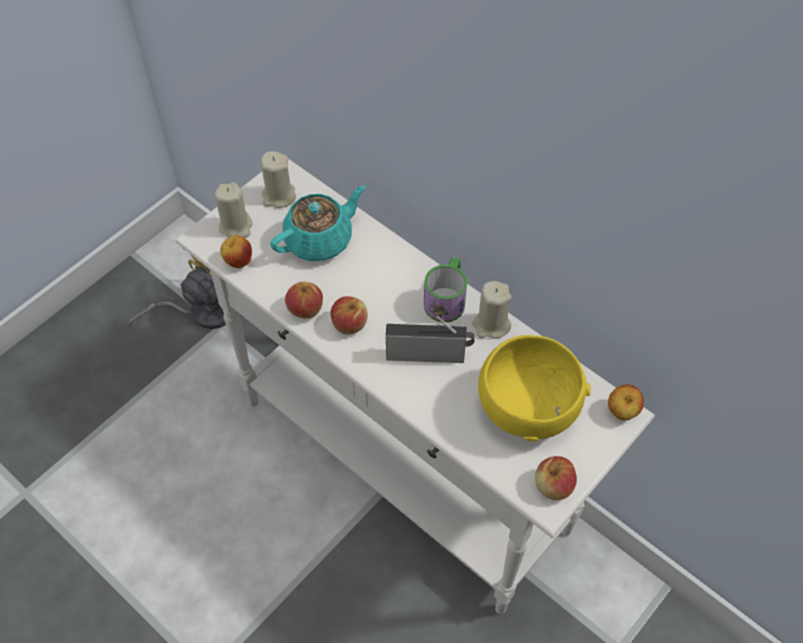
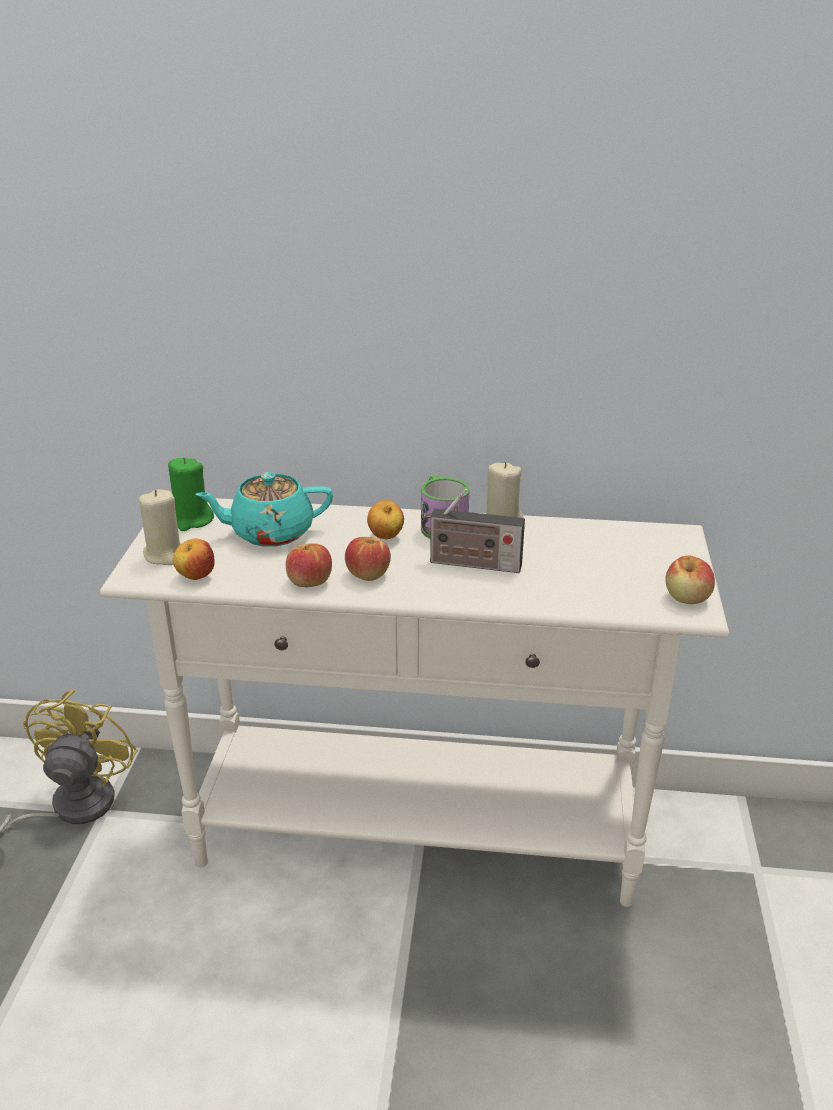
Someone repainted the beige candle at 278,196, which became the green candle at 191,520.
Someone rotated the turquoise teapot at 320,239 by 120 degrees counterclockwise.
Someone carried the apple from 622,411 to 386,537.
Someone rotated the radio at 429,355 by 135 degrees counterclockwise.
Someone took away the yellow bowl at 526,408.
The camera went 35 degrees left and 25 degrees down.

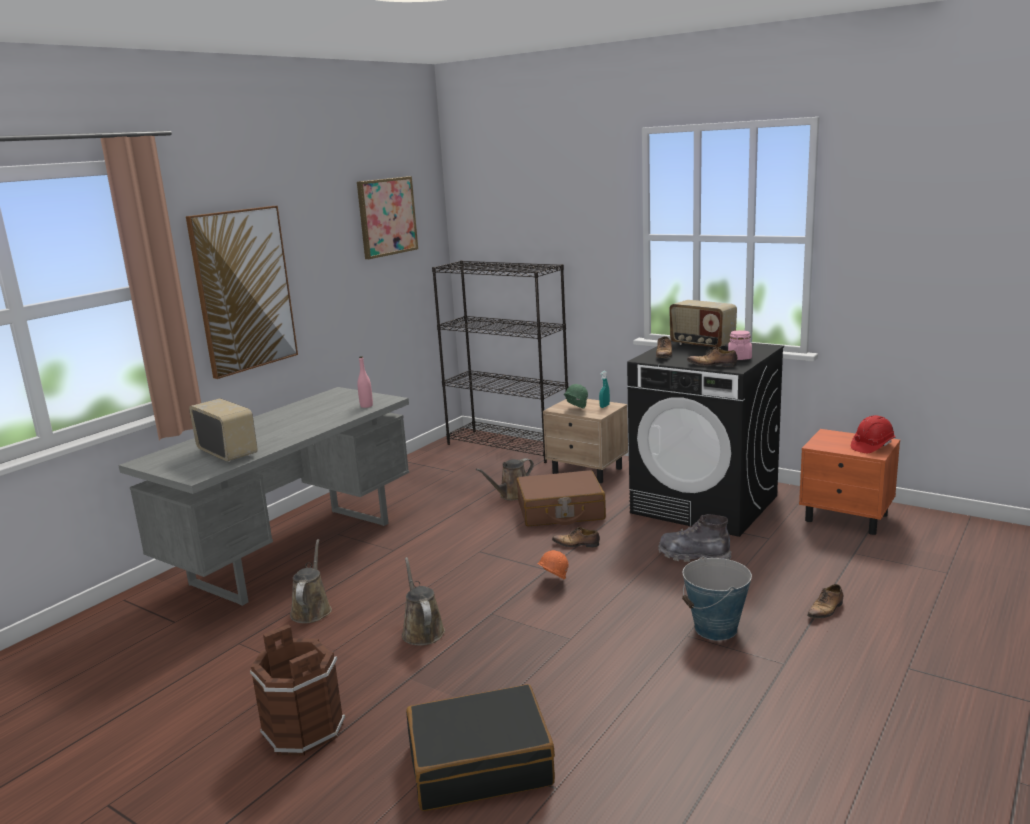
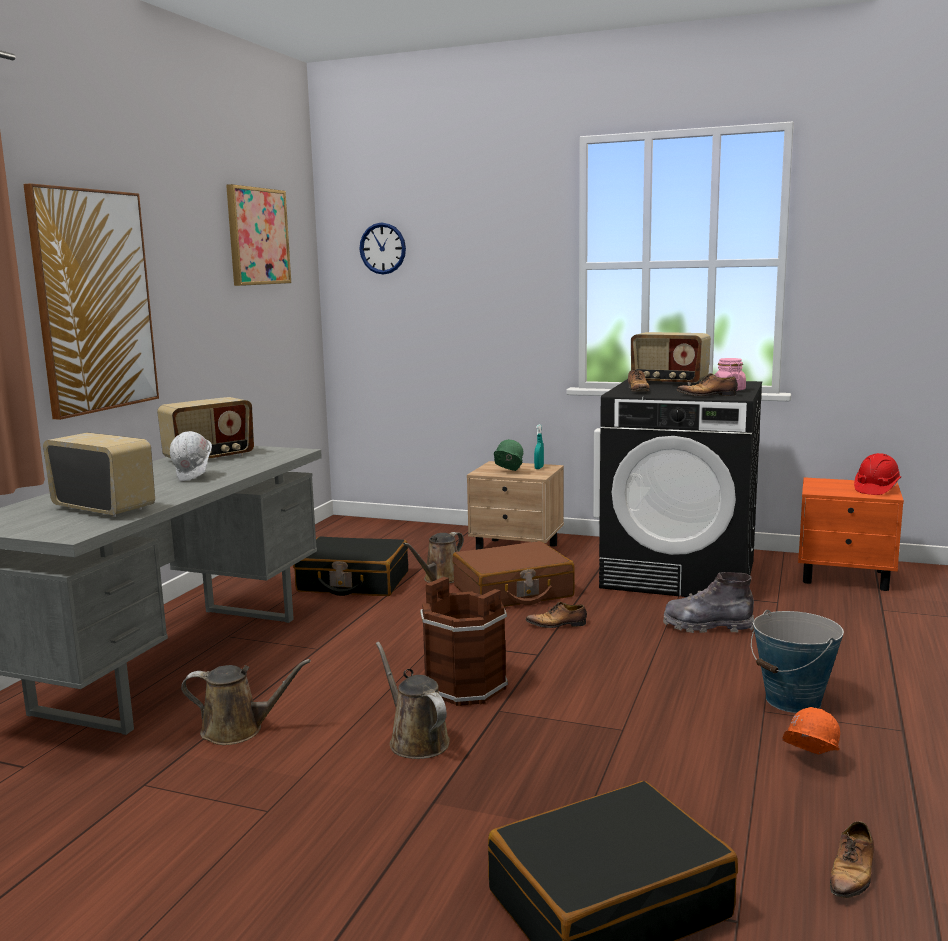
Someone put down the radio at 210,458.
Someone put down the white hard hat at 194,477.
Someone rotated the brown watering can at 312,610 by 105 degrees clockwise.
Someone put down the black suitcase at 353,582.
Someone put up the wall clock at 382,248.
Someone carried the brown bucket from 304,729 to 465,686.
Someone carried the orange hard hat from 552,583 to 808,763.
Someone carried the shoe from 826,610 to 852,874.
Someone took away the pink bottle at 366,406.
Someone took away the black bookcase at 508,446.
The camera went 15 degrees left and 5 degrees down.

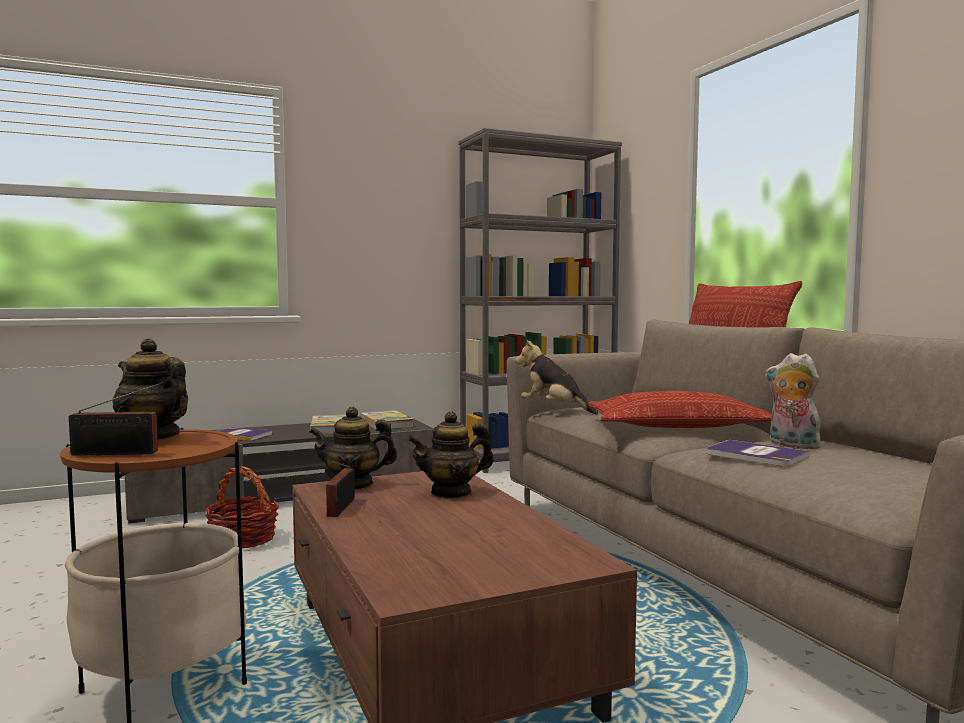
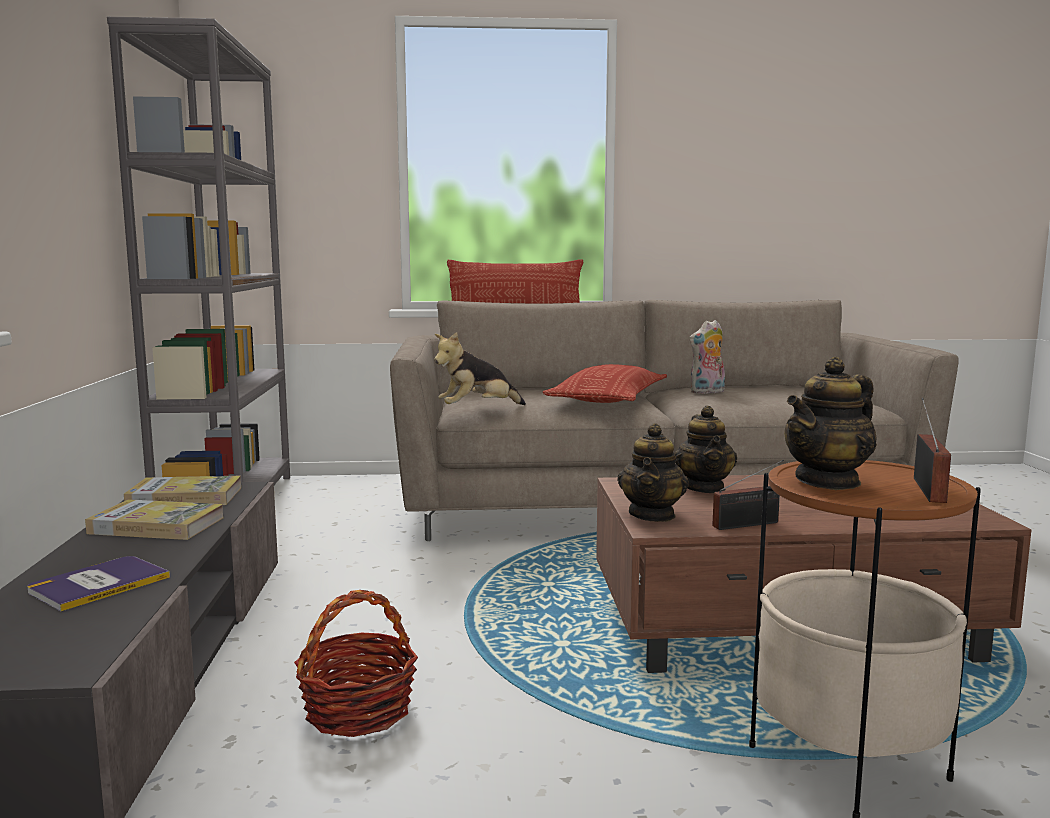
Someone rotated the radio at 339,508 by 45 degrees counterclockwise.
Someone took away the book at 755,455.
The camera went 70 degrees left and 5 degrees up.

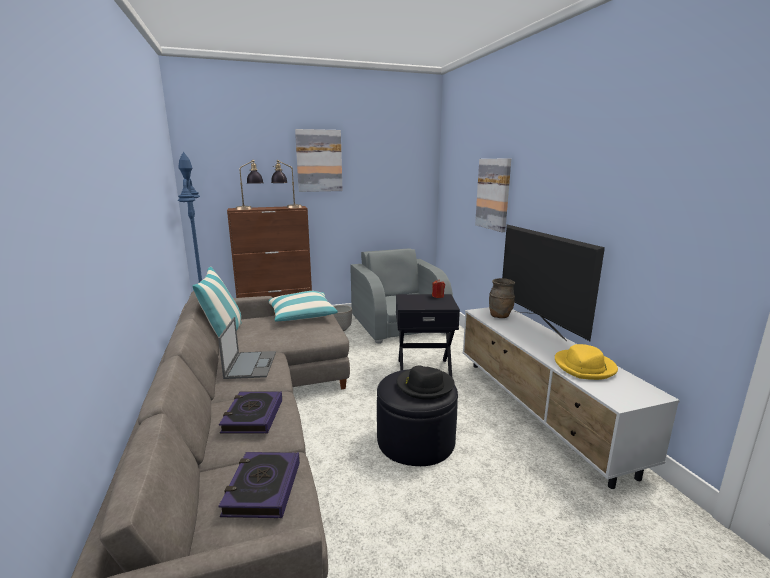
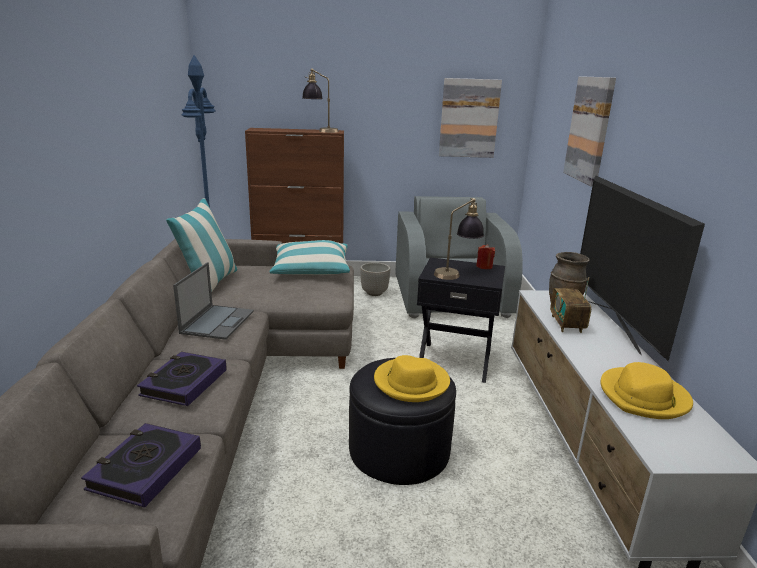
Someone repainted the black hat at 424,385, which became the yellow hat at 411,382.
Someone carried the table lamp from 250,208 to 456,273.
Someone carried the picture from 319,161 to 469,118.
Someone put down the radio at 567,324.
The camera went 15 degrees right and 5 degrees up.

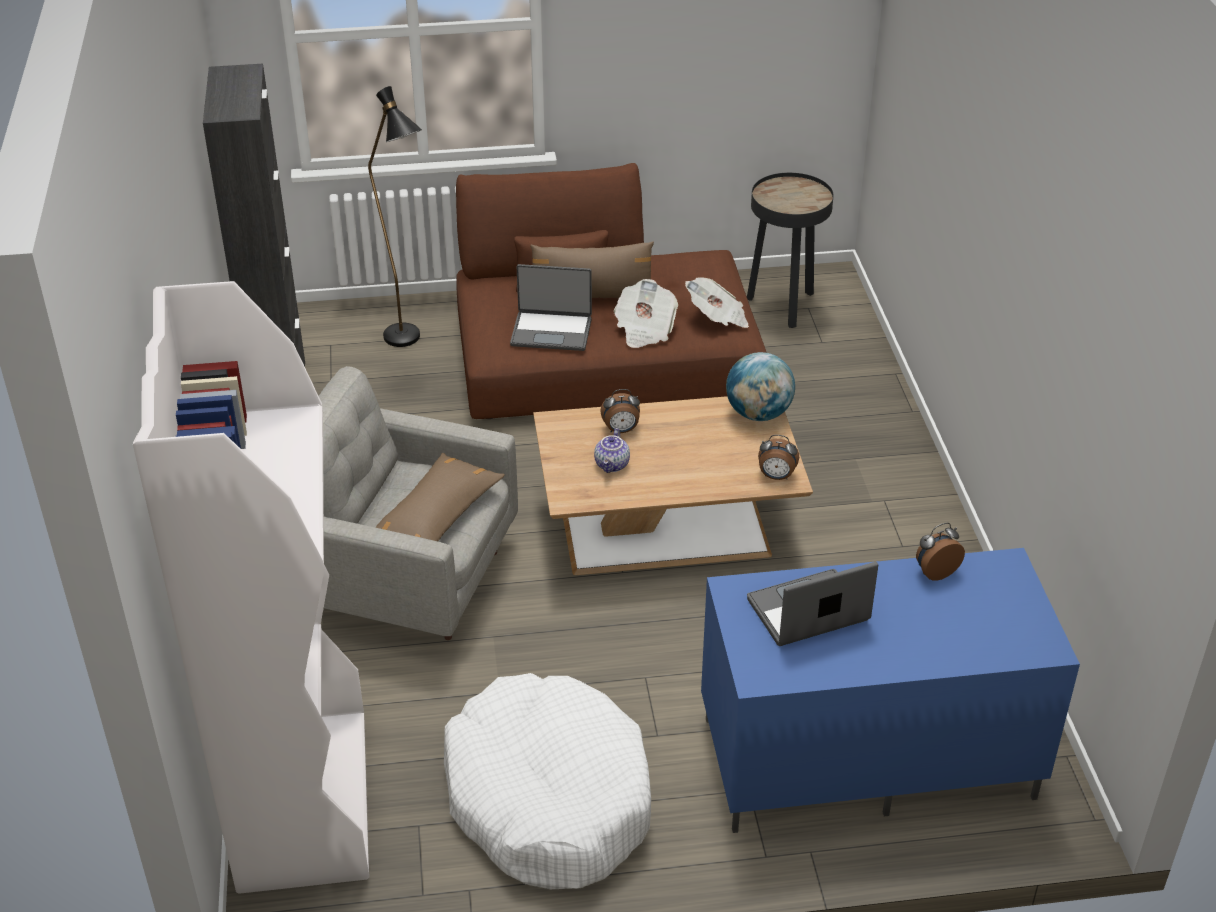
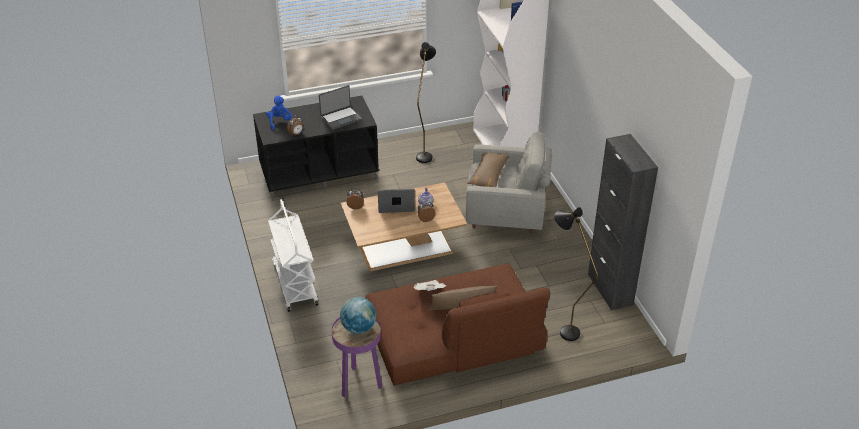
Someone repainted the blue tv stand at 865,760, which became the black tv stand at 320,175.
Someone put down the blue plush toy at 280,122.
Someone put down the white cart at 294,284.
Someone repainted the black side table at 783,306, which became the purple side table at 359,384.
Someone carried the globe from 758,414 to 359,327.
Someone carried the laptop from 551,331 to 396,205.
Someone swapped the white dog bed at 548,798 for the black floor lamp at 425,154.
Someone took away the newspaper at 717,318.
The camera went 170 degrees right and 0 degrees up.

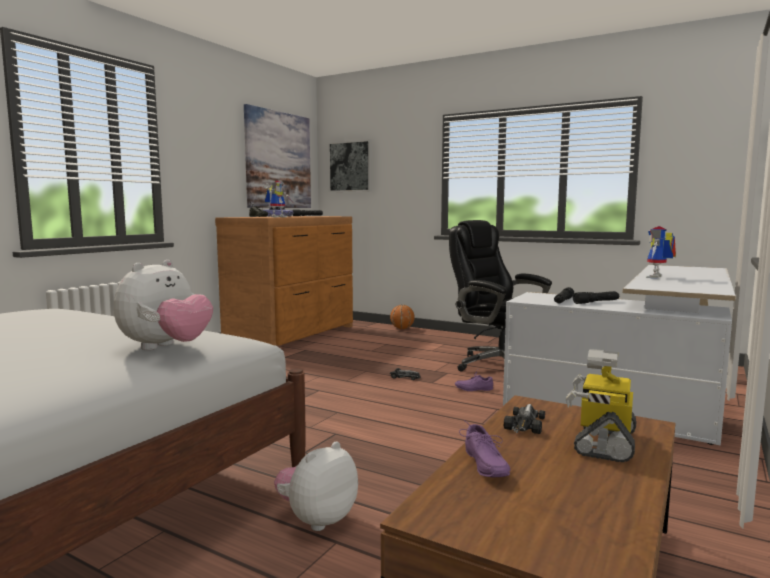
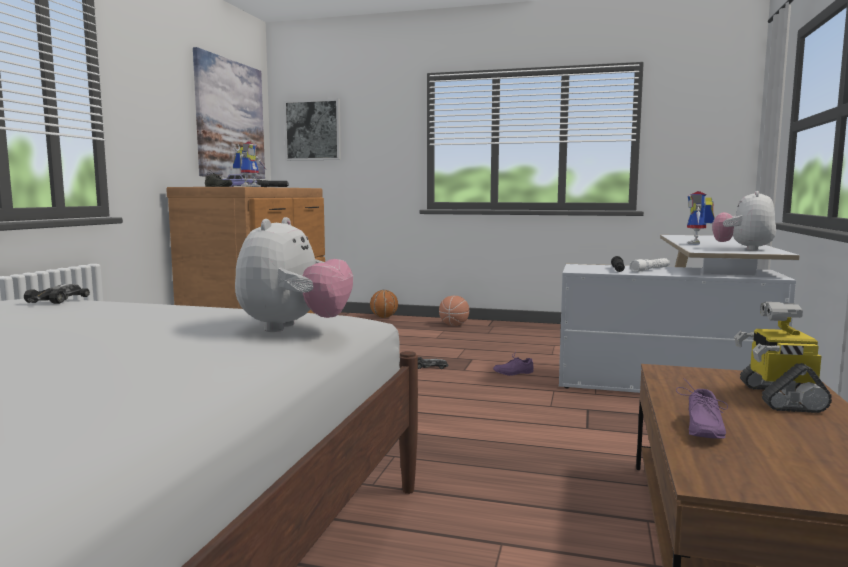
Someone carried the toy car from 525,424 to 58,300.
Someone put down the basketball at 454,325.
Someone repainted the black flashlight at 596,302, which became the white flashlight at 650,270.
Someone rotated the purple shoe at 483,465 by 45 degrees clockwise.
Someone carried the plush toy from 317,519 to 743,249.
Someone took away the black office chair at 500,365.
The camera went 15 degrees left and 0 degrees up.

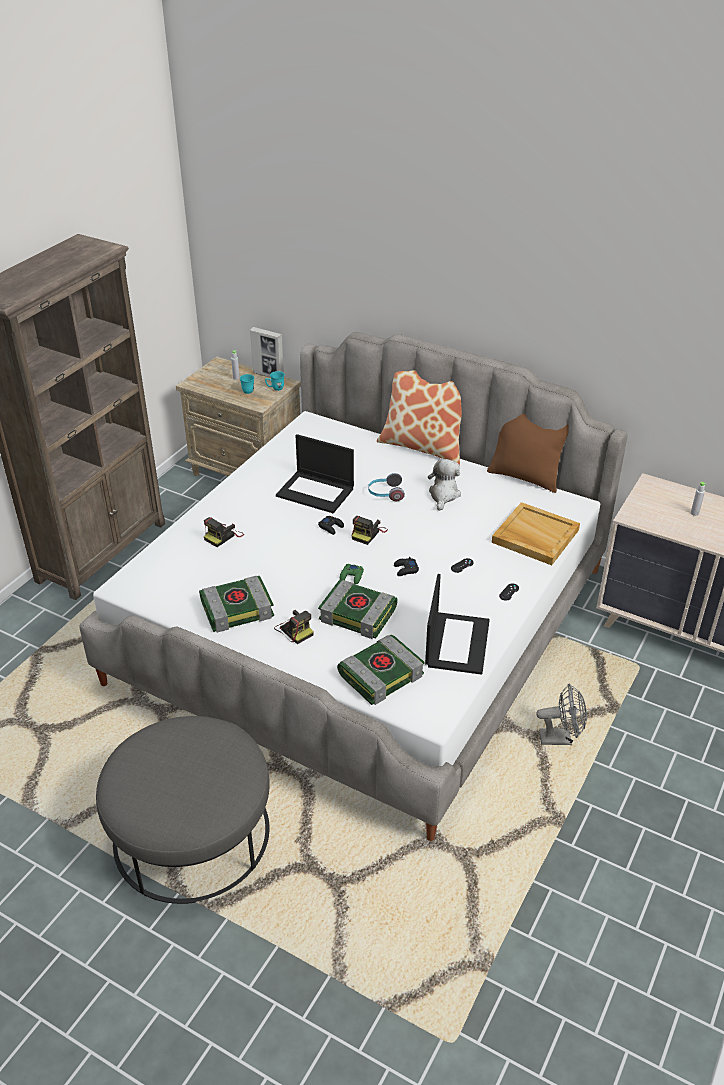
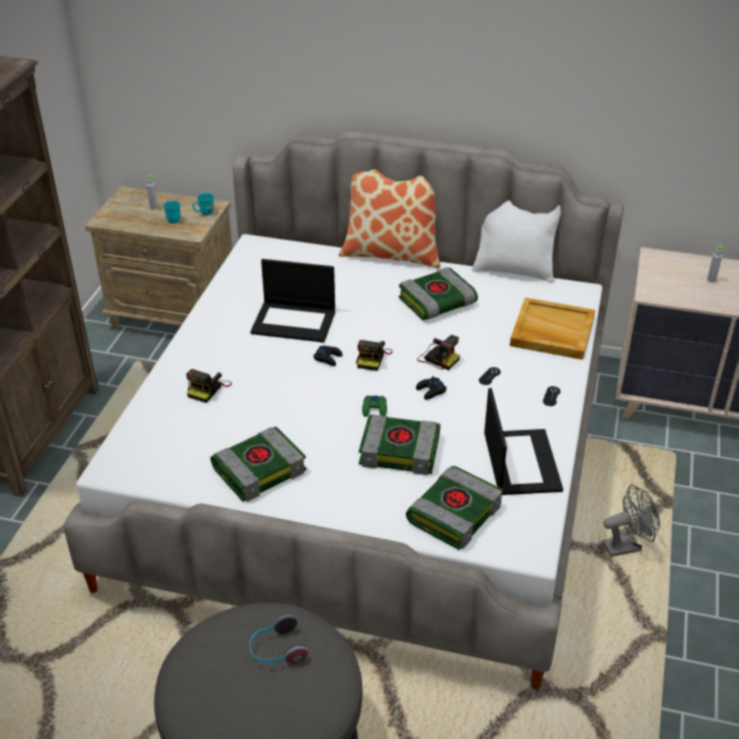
Someone carried the headphones from 385,494 to 277,650.
Someone swapped the plush toy at 443,495 for the book at 436,303.
Someone carried the photo camera from 294,630 to 437,358.
Someone repainted the brown pillow at 524,477, which became the white pillow at 513,270.
Someone took away the picture frame at 268,375.
The camera went 15 degrees left and 0 degrees up.

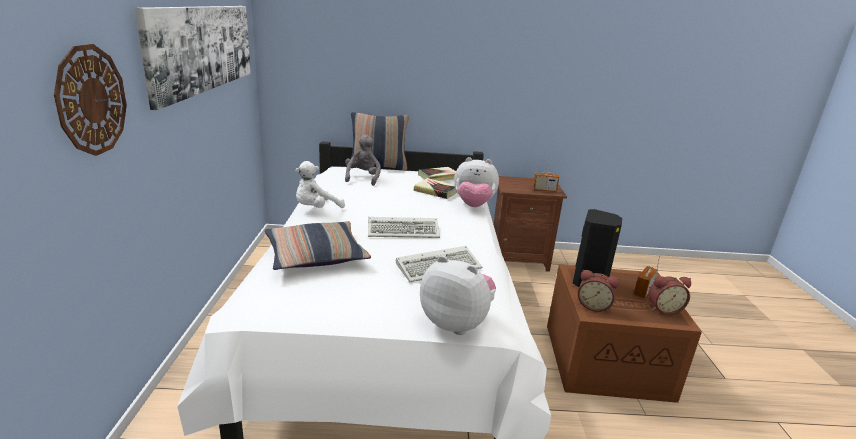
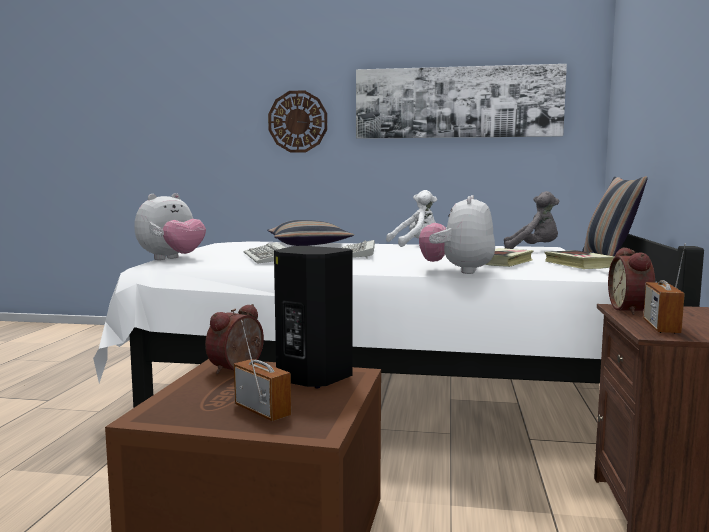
Someone rotated the white plush toy at 316,209 by 105 degrees clockwise.
Someone carried the alarm clock from 663,309 to 632,310.
The camera went 100 degrees right and 15 degrees down.

